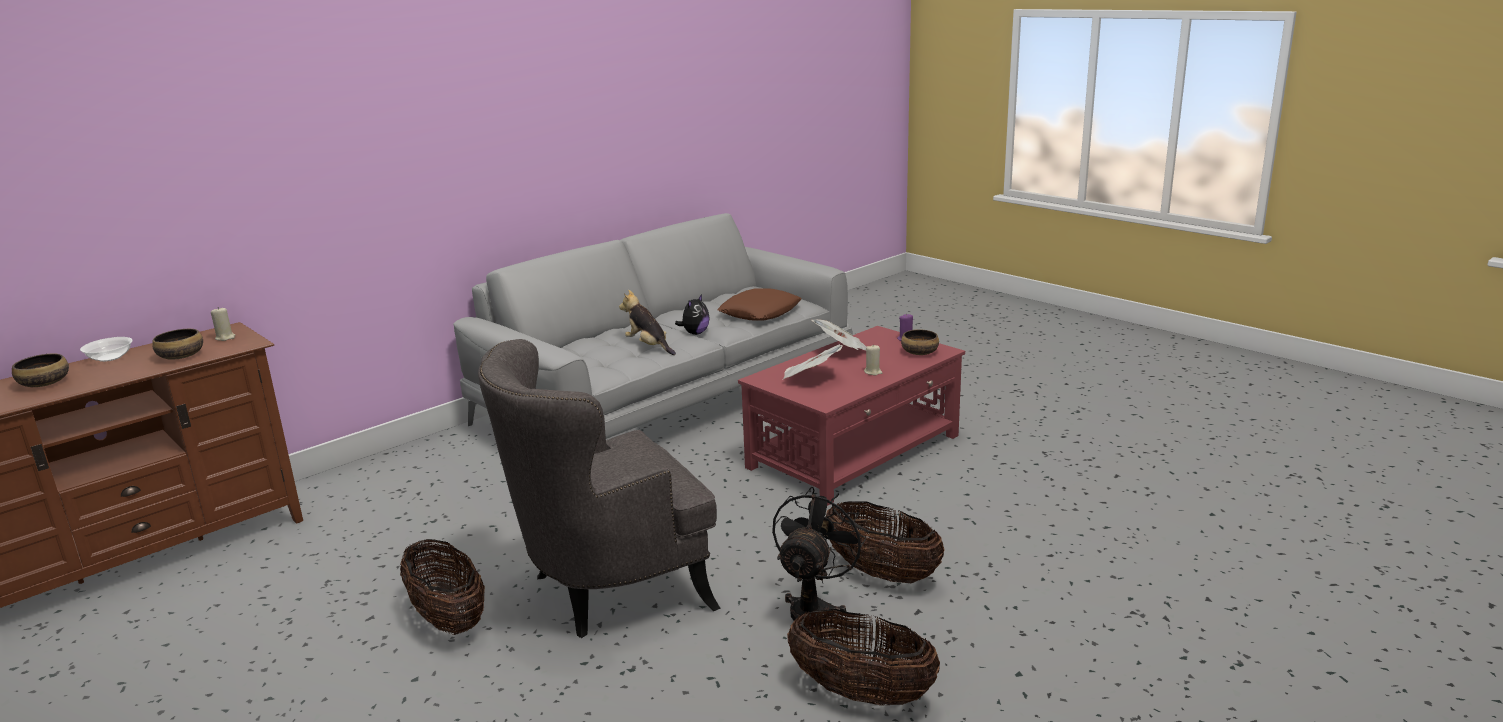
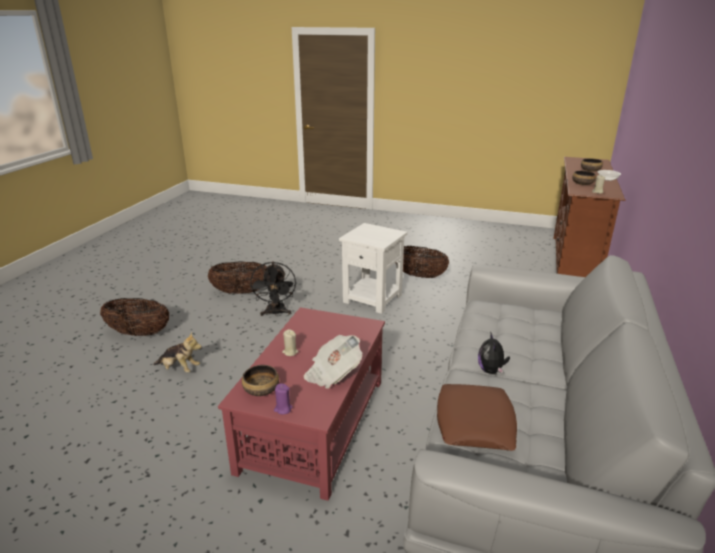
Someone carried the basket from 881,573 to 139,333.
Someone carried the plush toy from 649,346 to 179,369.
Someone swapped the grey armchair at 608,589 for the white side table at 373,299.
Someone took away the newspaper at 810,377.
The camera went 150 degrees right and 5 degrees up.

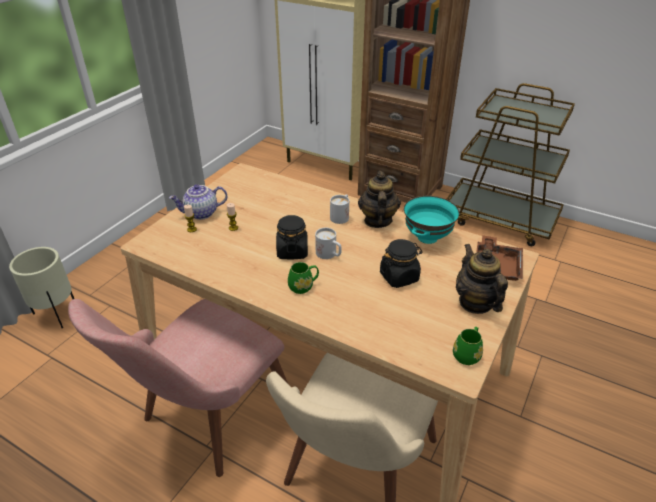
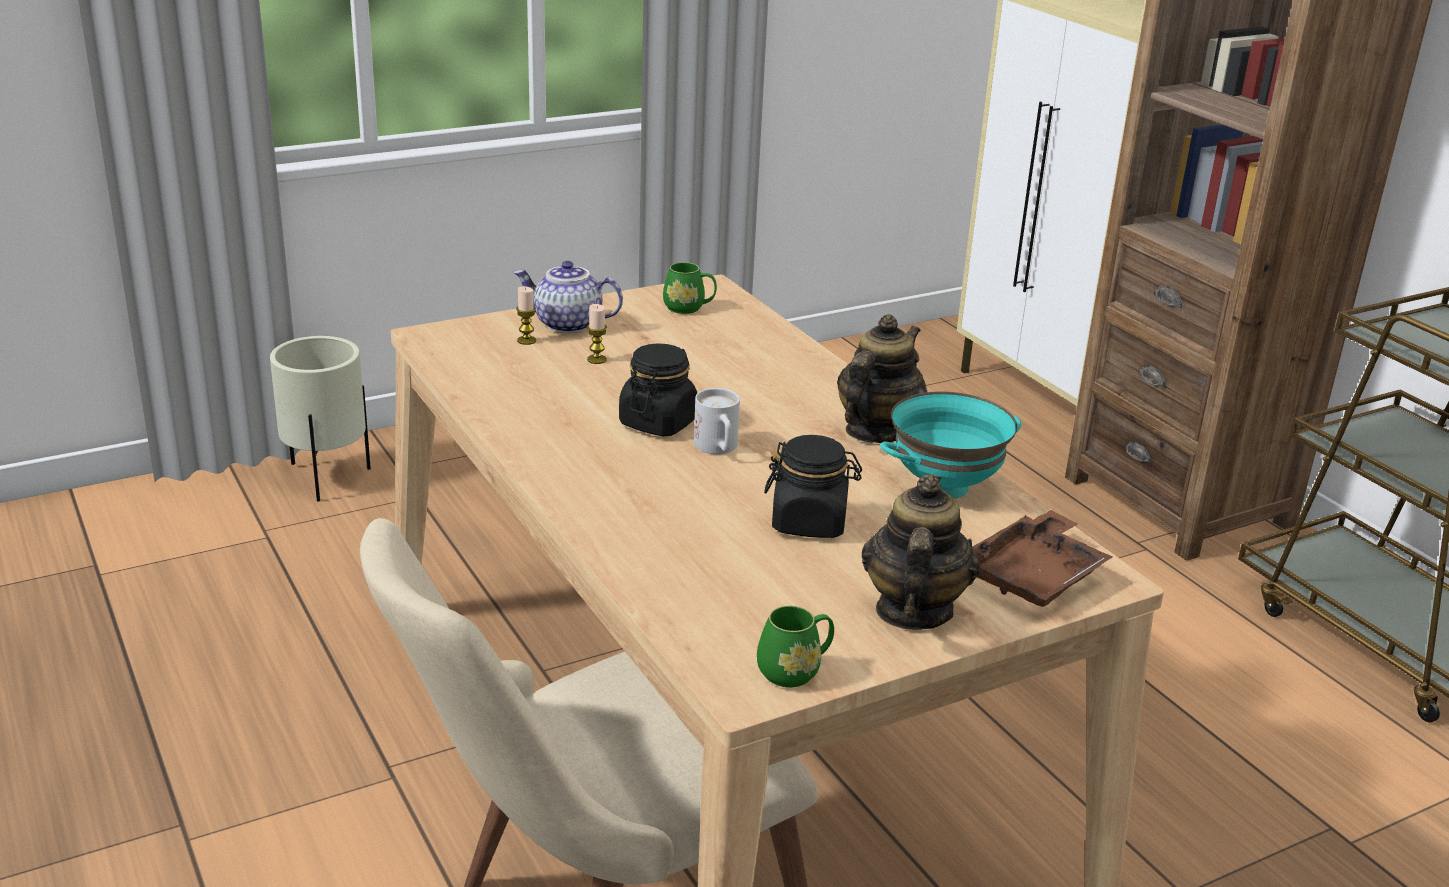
Someone carried the green mug from 303,286 to 689,308.
Someone took away the pink chair at 206,422.
Someone took away the white mug at 341,216.
The camera went 30 degrees right and 10 degrees down.

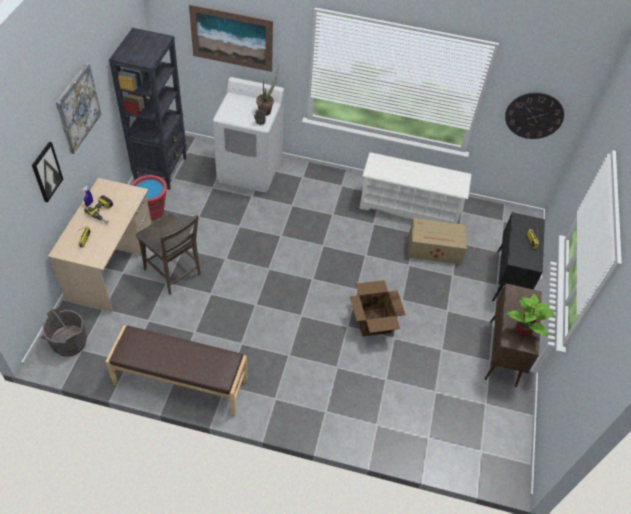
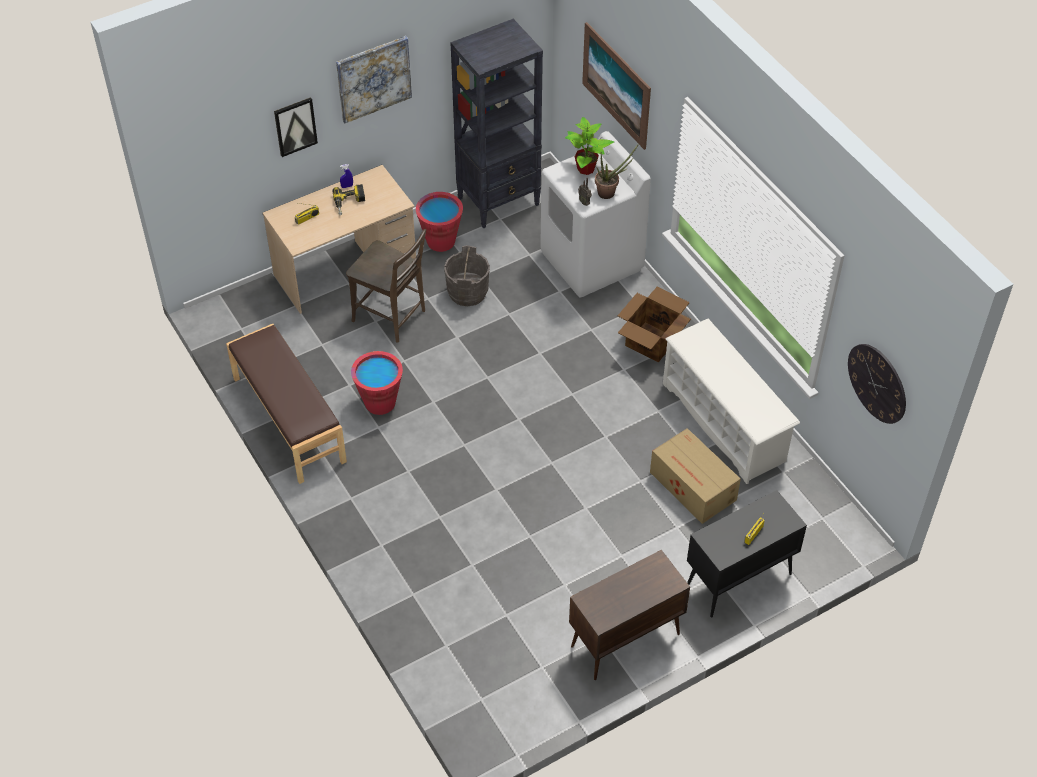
Someone rotated the brown chair at 174,274 by 60 degrees counterclockwise.
Someone put down the red bucket at 380,402.
Someone carried the grey bucket from 69,343 to 467,292.
Someone carried the potted plant from 523,331 to 586,169.
Someone carried the cardboard box from 373,322 to 650,342.
The camera went 50 degrees right and 0 degrees up.

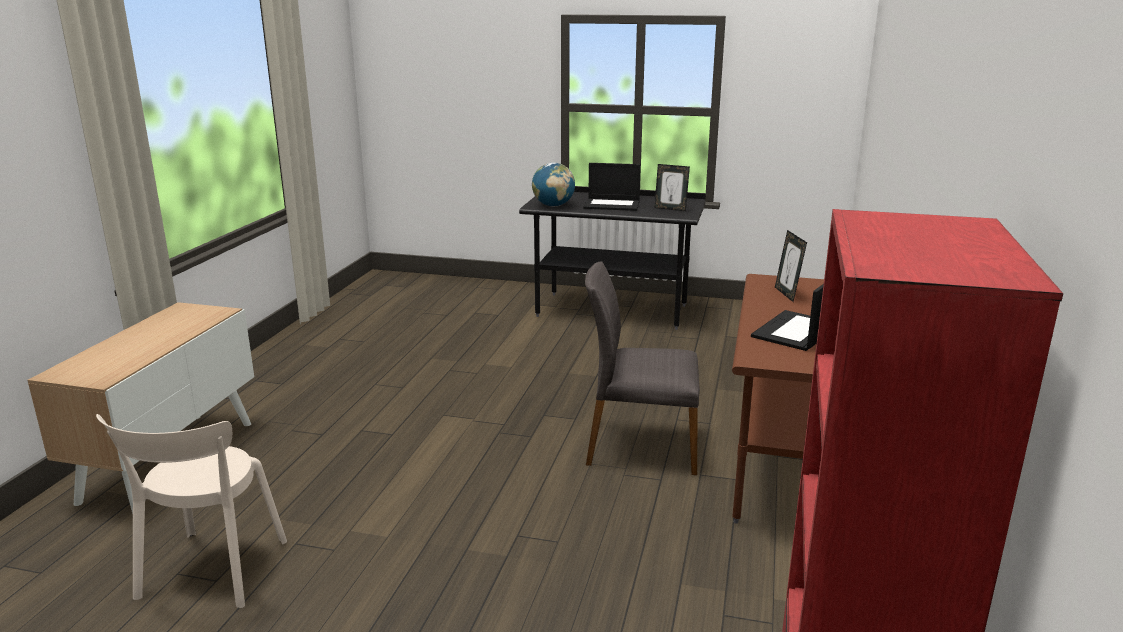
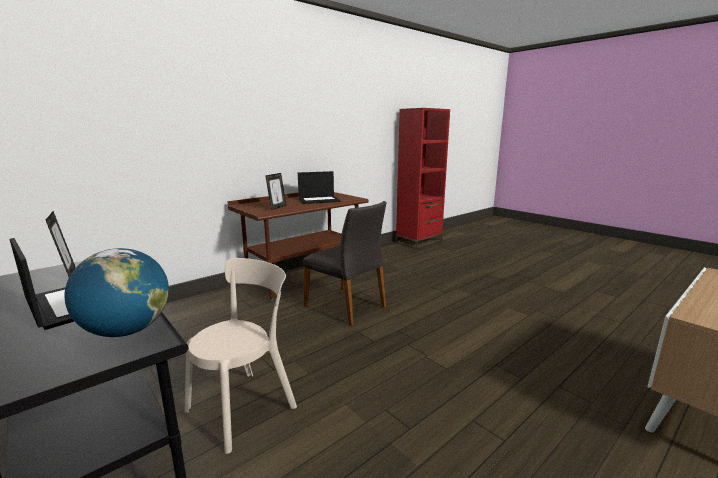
Someone carried the beige chair from 210,573 to 245,405.
The camera went 145 degrees left and 5 degrees down.

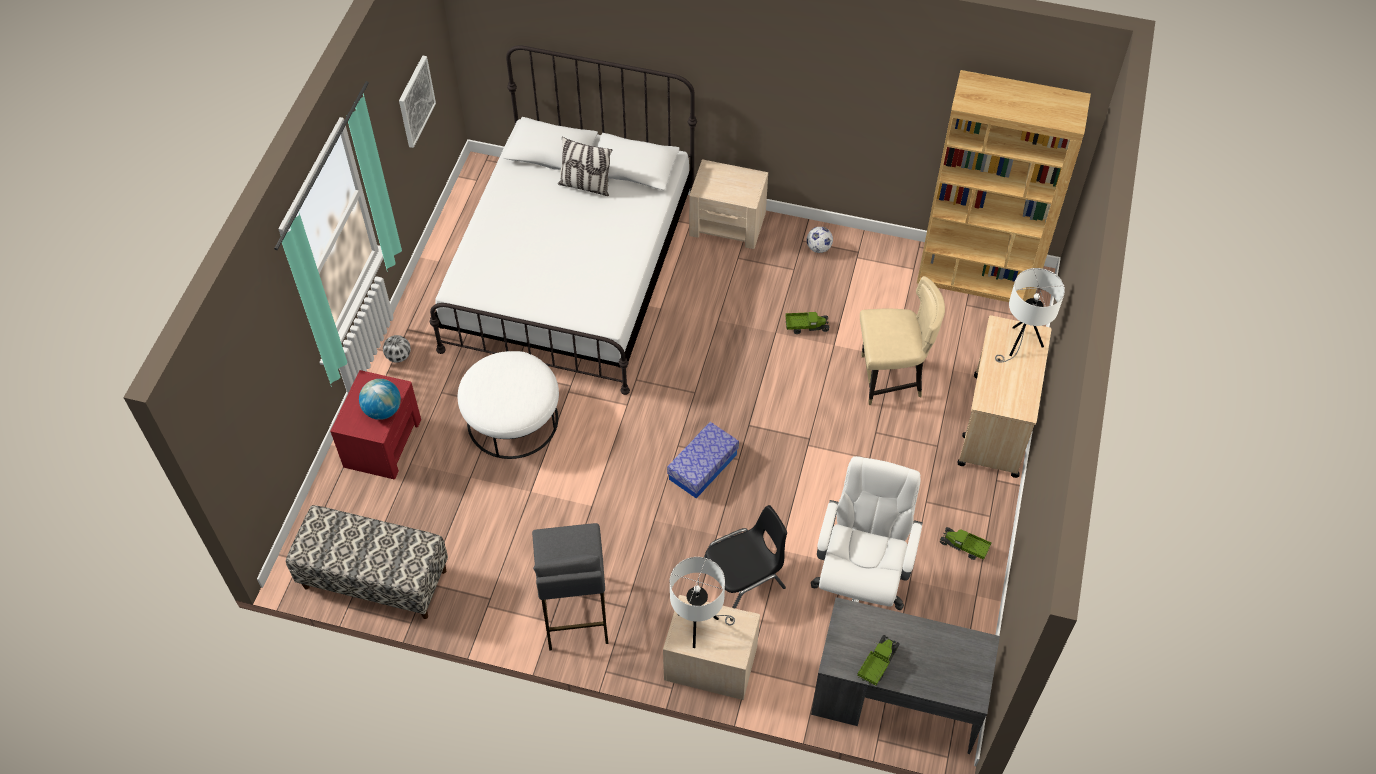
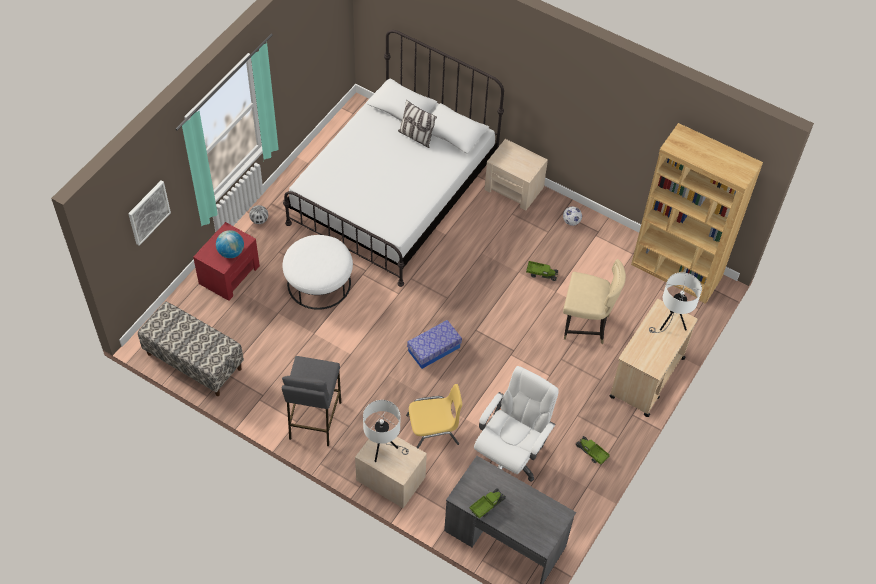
Someone carried the picture from 415,101 to 148,212.
Someone repainted the black chair at 744,578, which became the yellow chair at 433,430.
The camera went 15 degrees right and 0 degrees up.

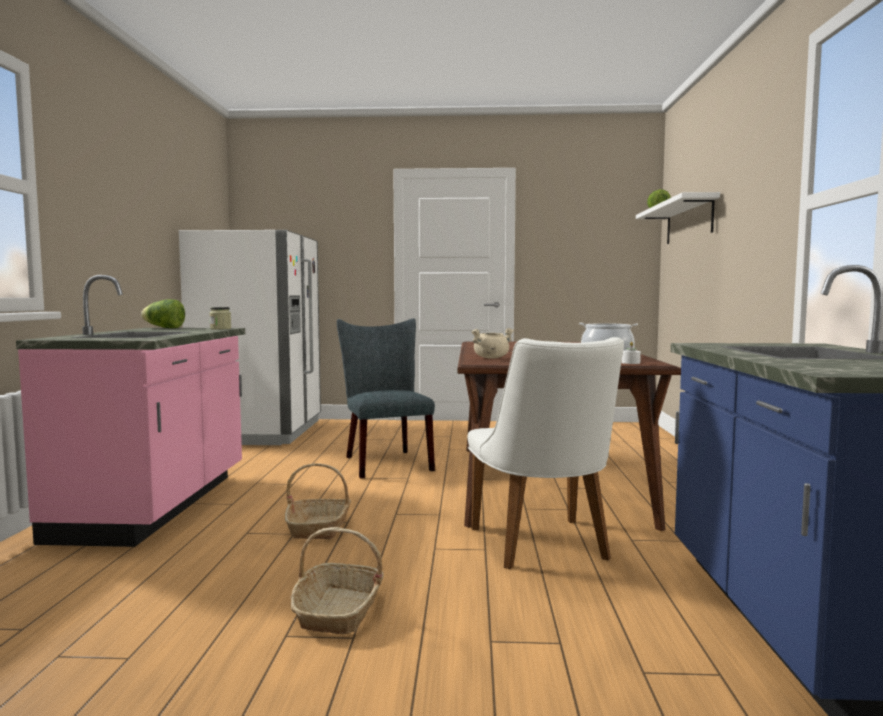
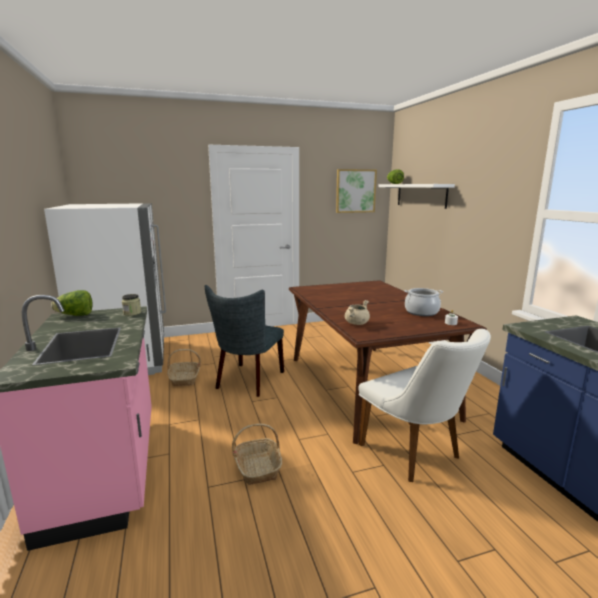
Someone carried the basket from 339,611 to 184,378.
Someone rotated the grey chair at 385,462 by 120 degrees counterclockwise.
Someone put up the picture at 355,191.
The camera went 20 degrees left and 10 degrees up.

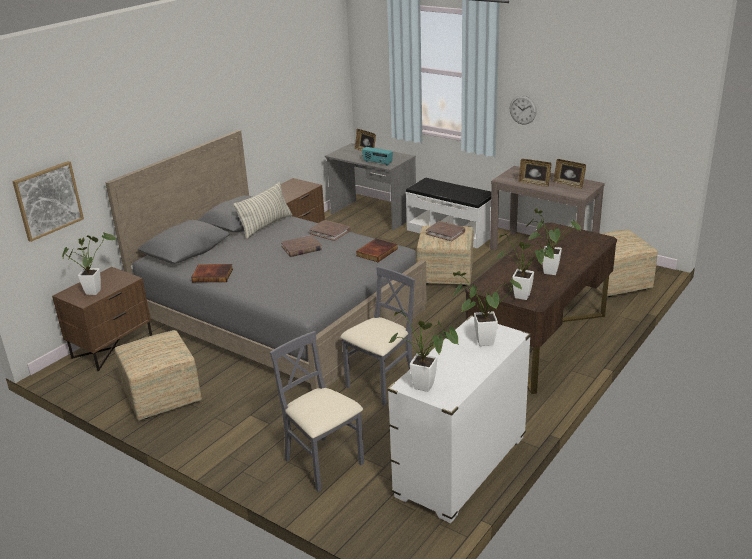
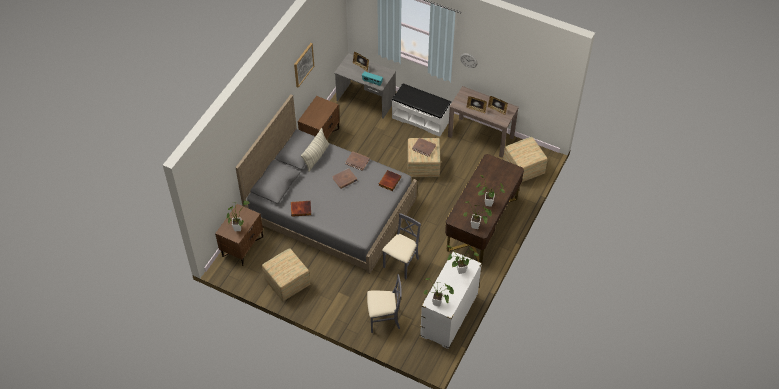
Someone carried the picture from 48,200 to 303,64.
Someone rotated the grey chair at 323,463 by 135 degrees clockwise.
The camera went 10 degrees left and 25 degrees up.

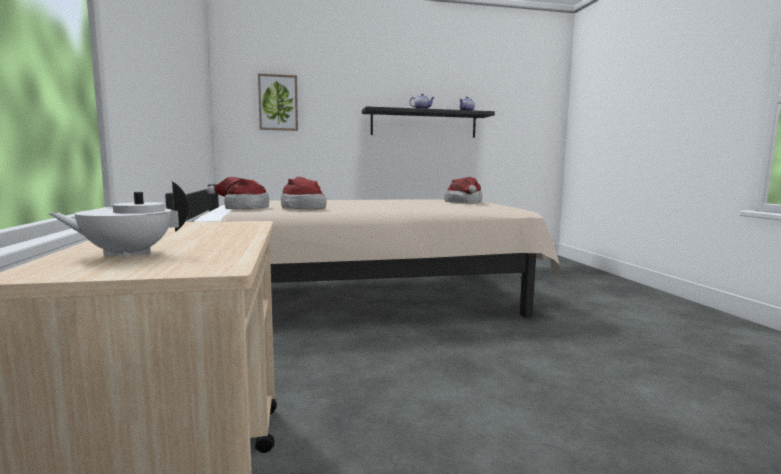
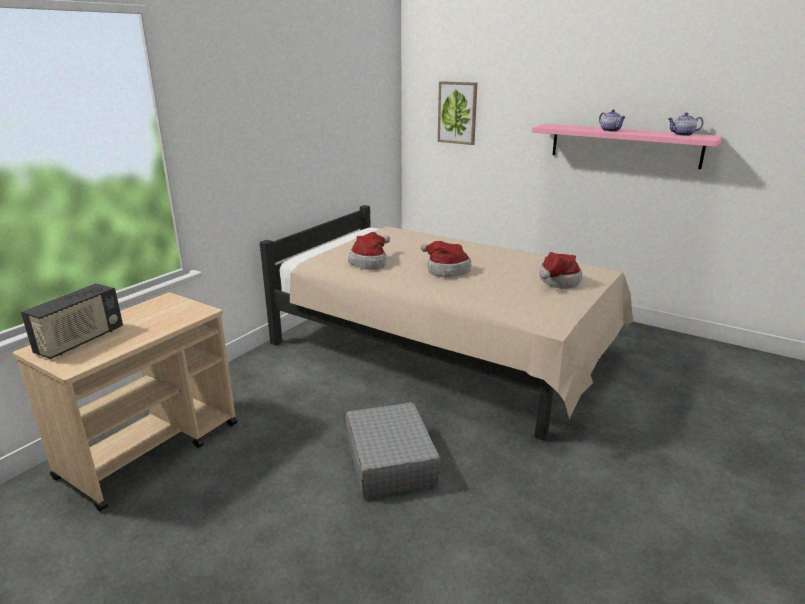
Someone swapped the white teapot at 127,254 for the radio at 80,341.
Someone put down the grey suitcase at 390,461.
Someone carried the hat from 243,208 to 445,270.
Someone repainted the black shelf at 424,124, which became the pink shelf at 624,145.
The camera went 45 degrees right and 15 degrees up.

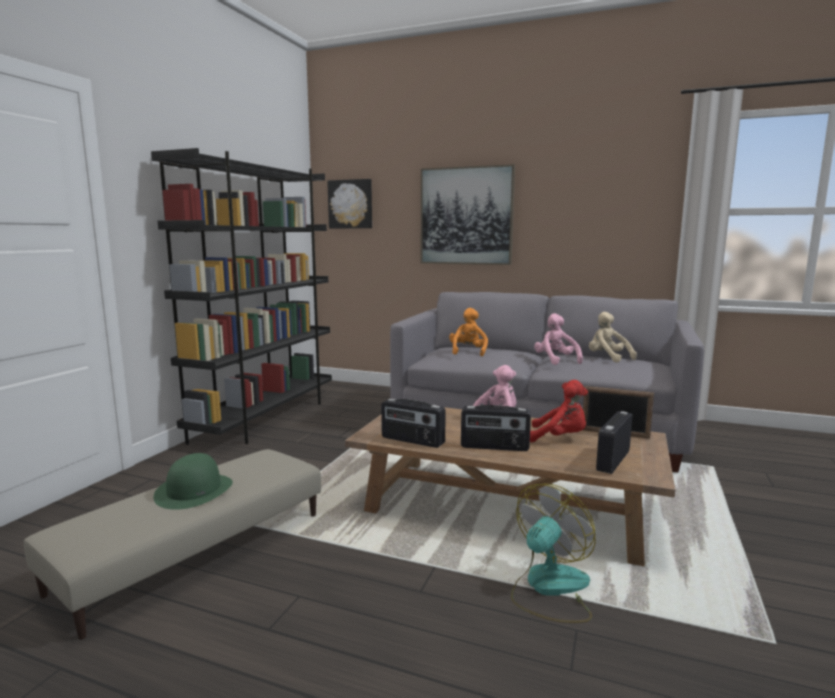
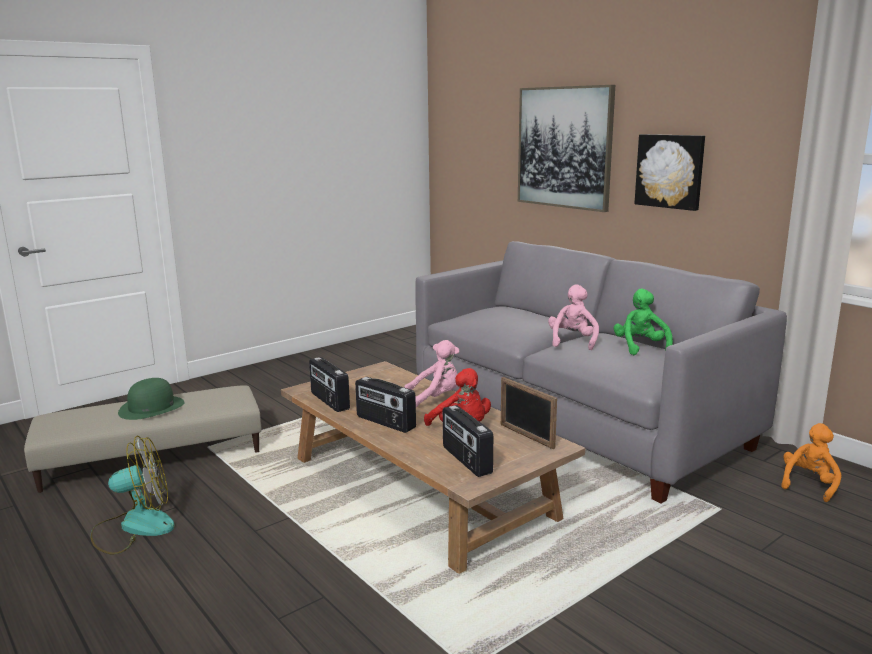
Someone carried the fan from 549,588 to 134,527.
Someone rotated the radio at 612,460 by 90 degrees counterclockwise.
Someone repainted the beige plush toy at 607,358, which became the green plush toy at 640,348.
Someone carried the picture from 351,204 to 670,171.
Someone carried the orange plush toy from 468,352 to 809,484.
Someone took away the black bookcase at 266,418.
The camera went 30 degrees right and 5 degrees up.

